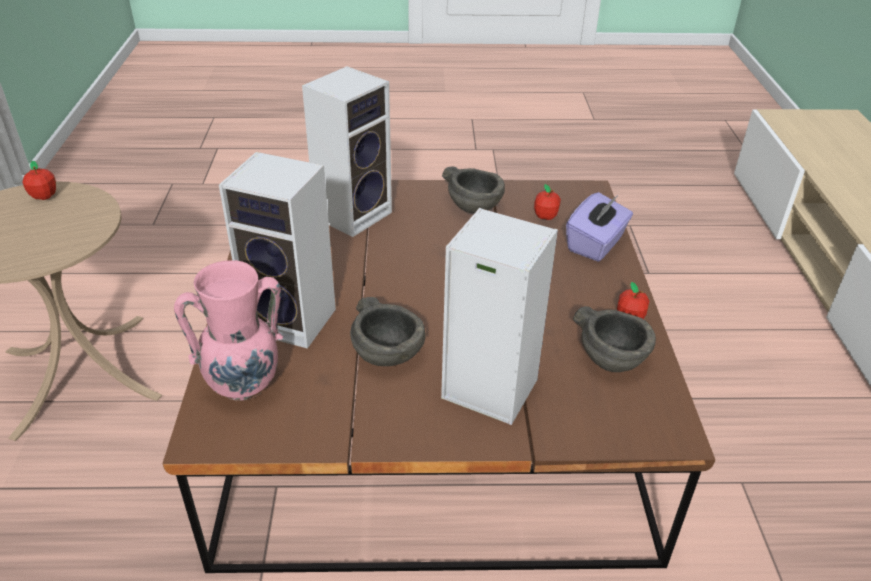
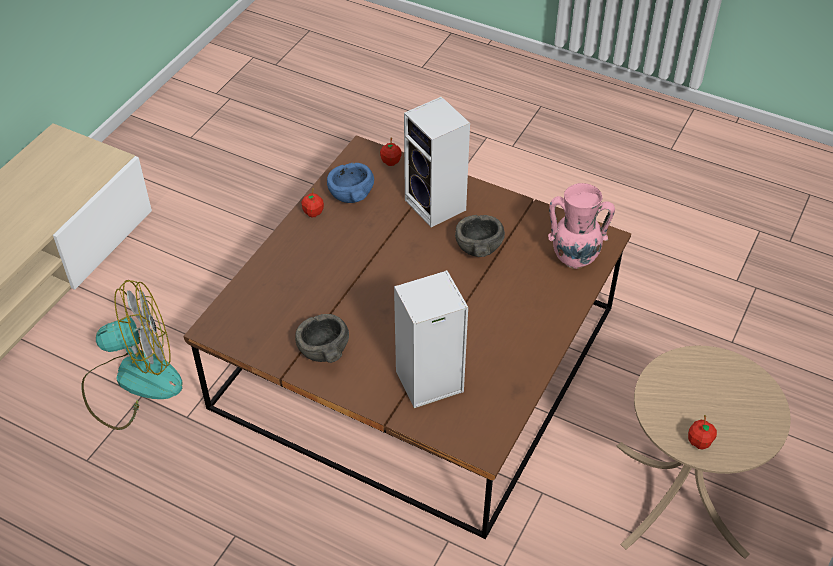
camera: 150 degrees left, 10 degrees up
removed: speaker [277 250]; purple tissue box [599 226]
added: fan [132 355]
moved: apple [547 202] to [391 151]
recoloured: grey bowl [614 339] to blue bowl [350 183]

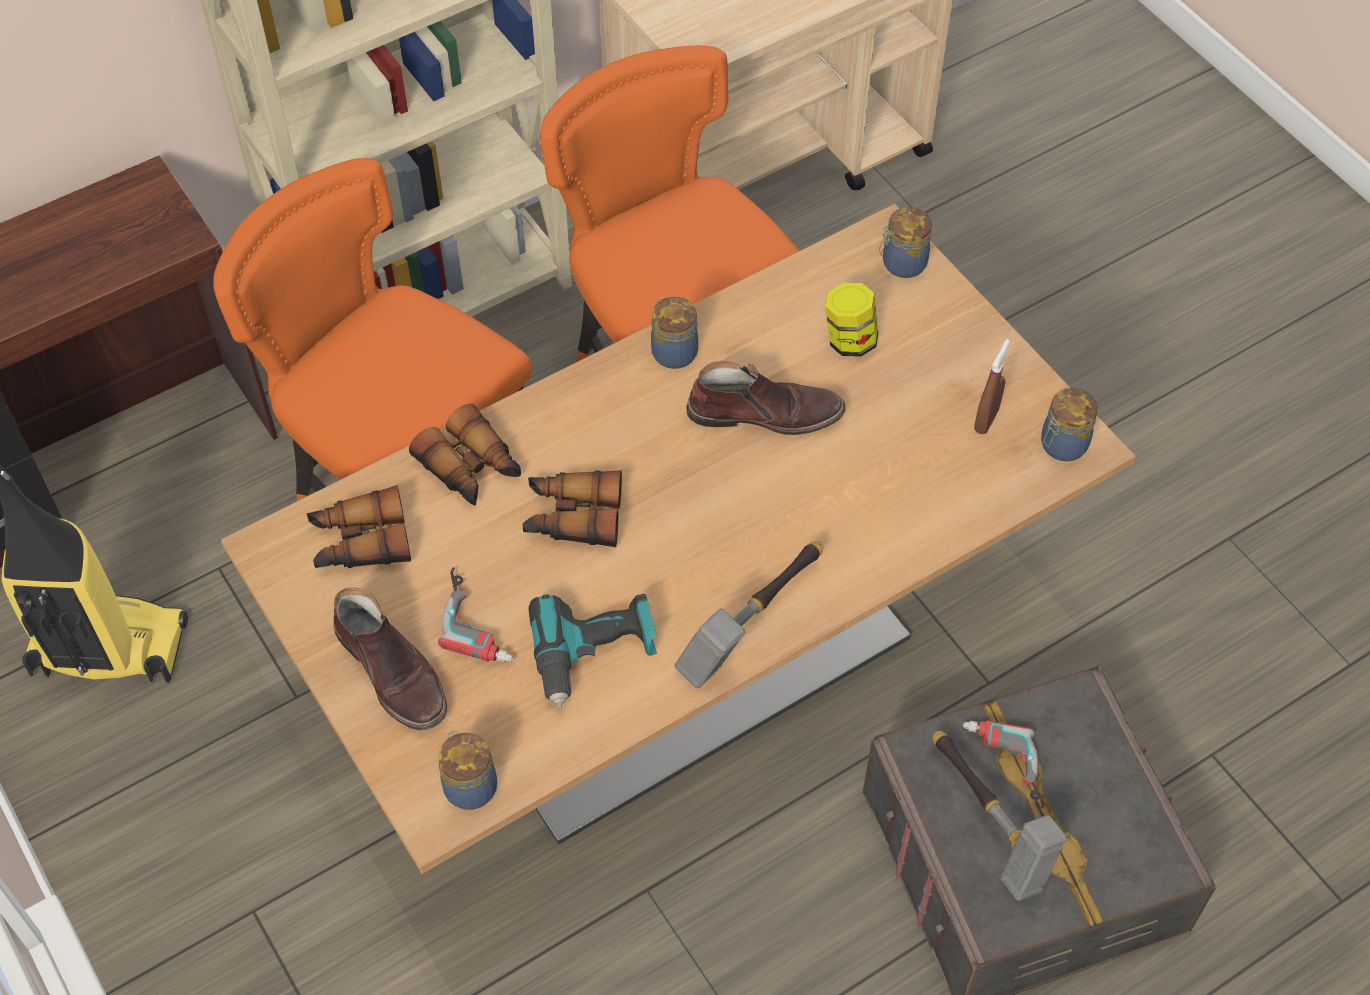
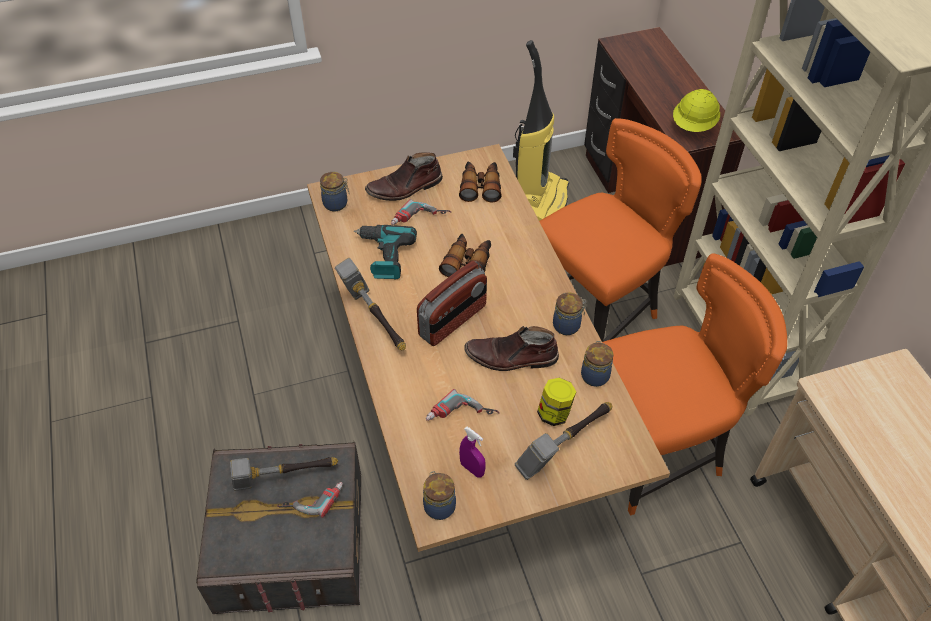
camera: 105 degrees right, 5 degrees down
removed: binoculars [465 454]
added: radio [452 303]; power drill [462 405]; hammer [563 441]; yellow hard hat [696 110]
moved: jar [905 242] to [597 364]
recoloured: brown spray bottle [992 386] to purple spray bottle [472 452]
turned: brown boot [766 398] = [511 348] 75 degrees clockwise

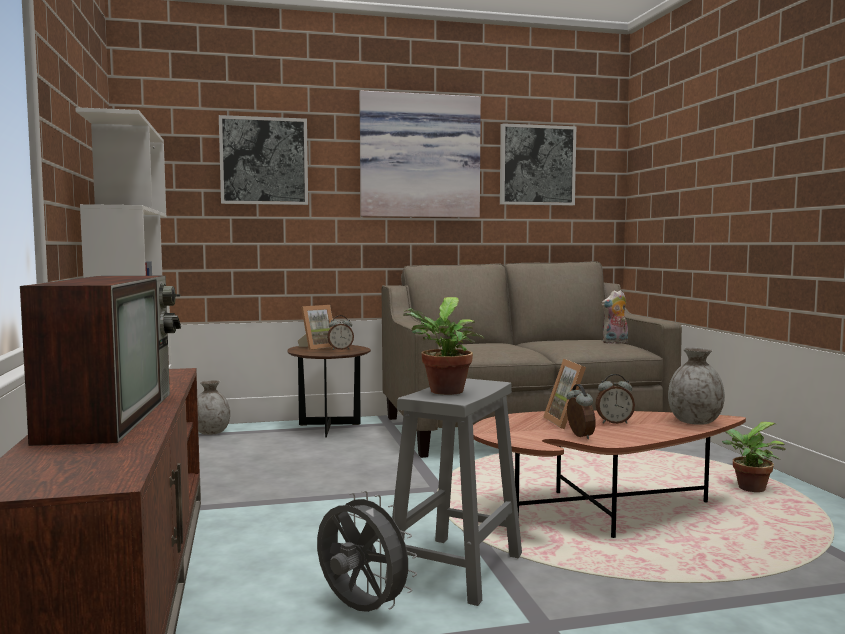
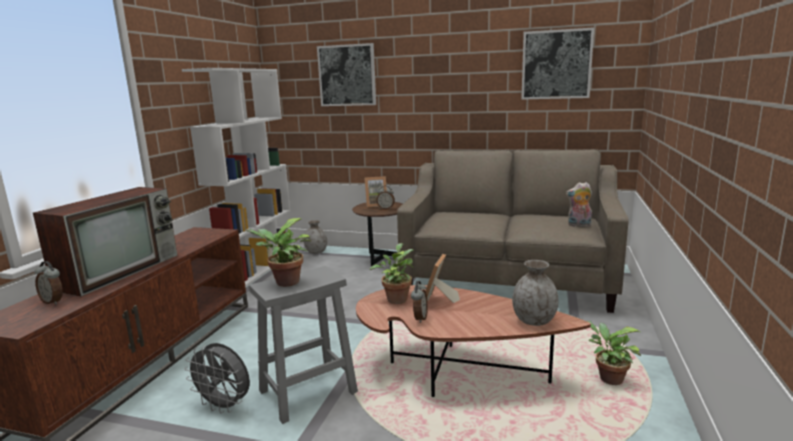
camera: 30 degrees right, 10 degrees up
removed: picture [420 154]
added: potted plant [392 273]
moved: alarm clock [615 399] to [49 283]
turned: grey fan [367 551] = [217 378] 135 degrees clockwise

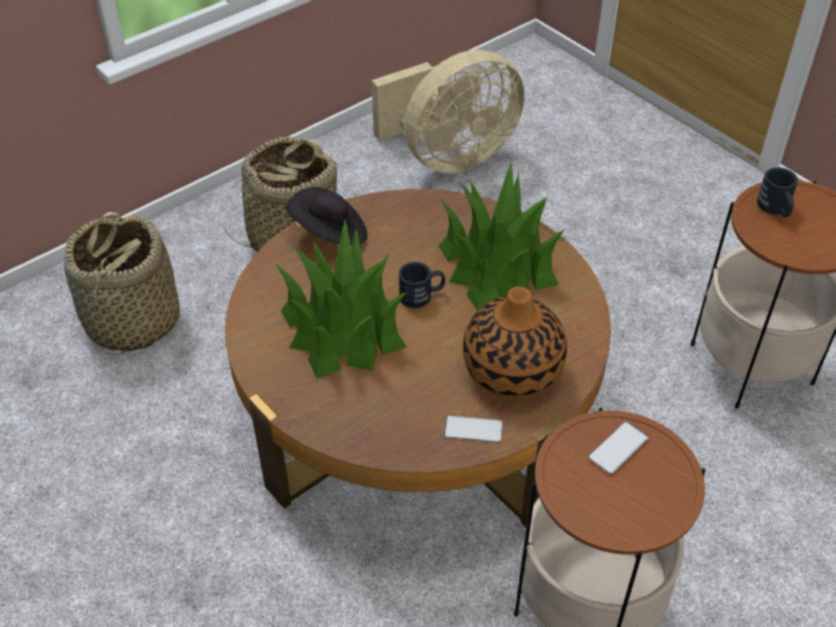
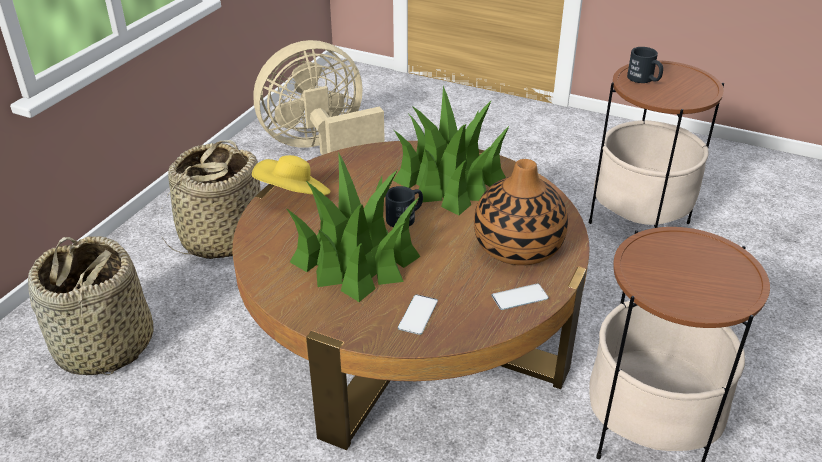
camera: 25 degrees left, 10 degrees down
moved: phone [618 447] to [418 314]
recoloured: black hat [326 216] to yellow hat [291 175]
turned: beige fan [448 111] = [319 97] 150 degrees counterclockwise

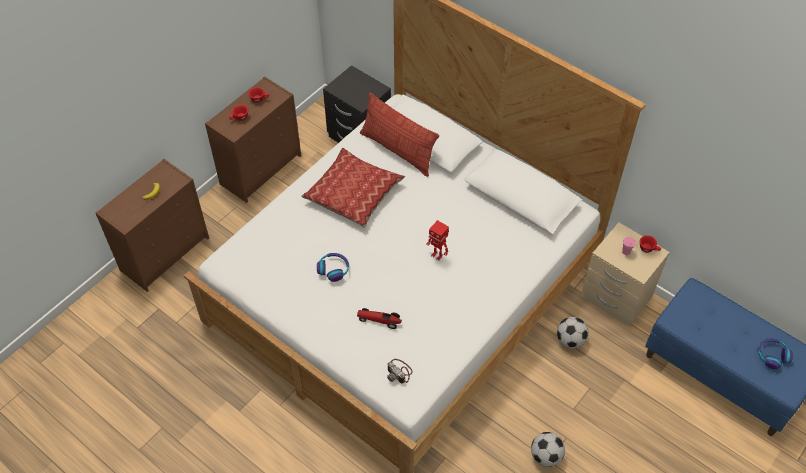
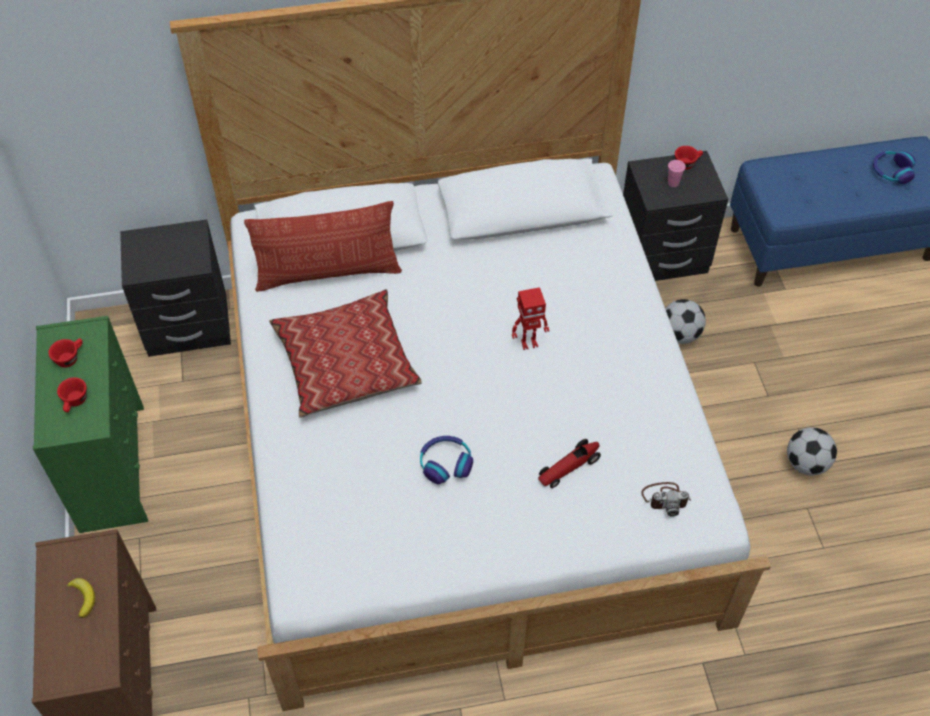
camera: 50 degrees left, 0 degrees up
recoloured: brown dresser [253 139] to green dresser [90 424]; beige nightstand [625 274] to black nightstand [675 216]

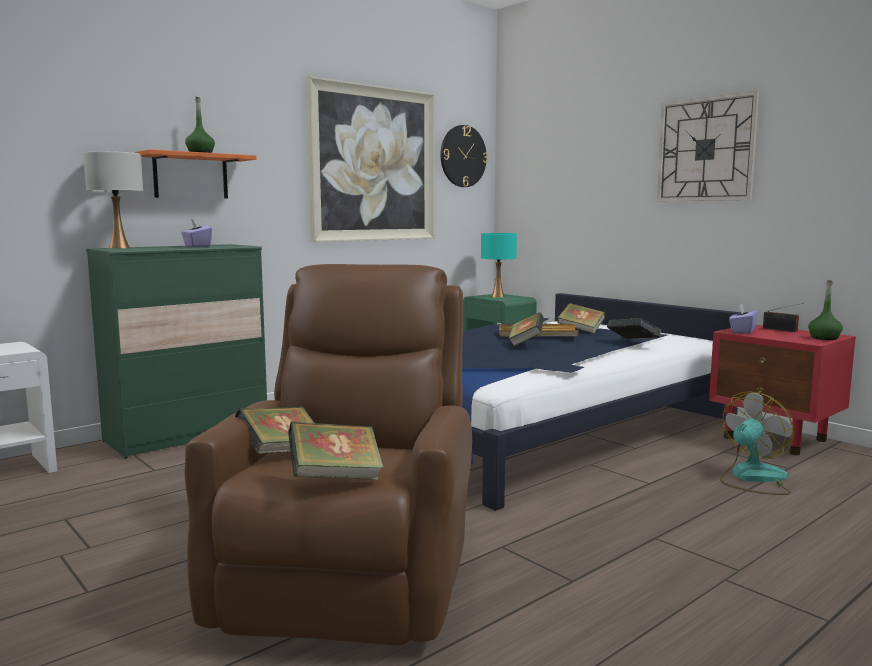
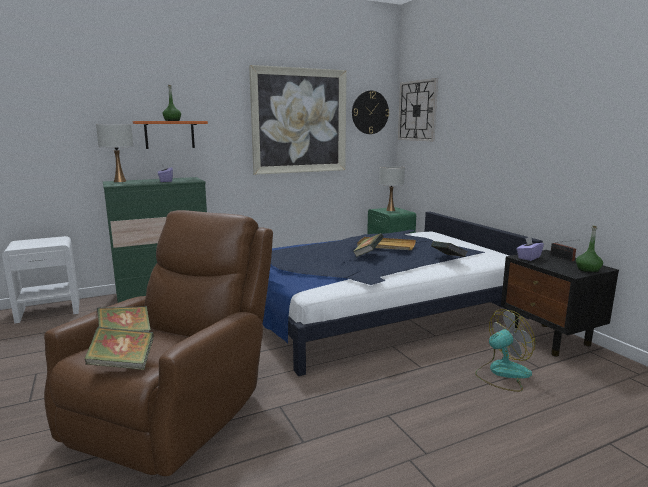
camera: 15 degrees right, 5 degrees up
removed: book [582 318]
moved: wall clock [708 146] to [418 109]
recoloured: turquoise table lamp [499 265] to white table lamp [392 188]; red nightstand [782 390] to black nightstand [560 303]

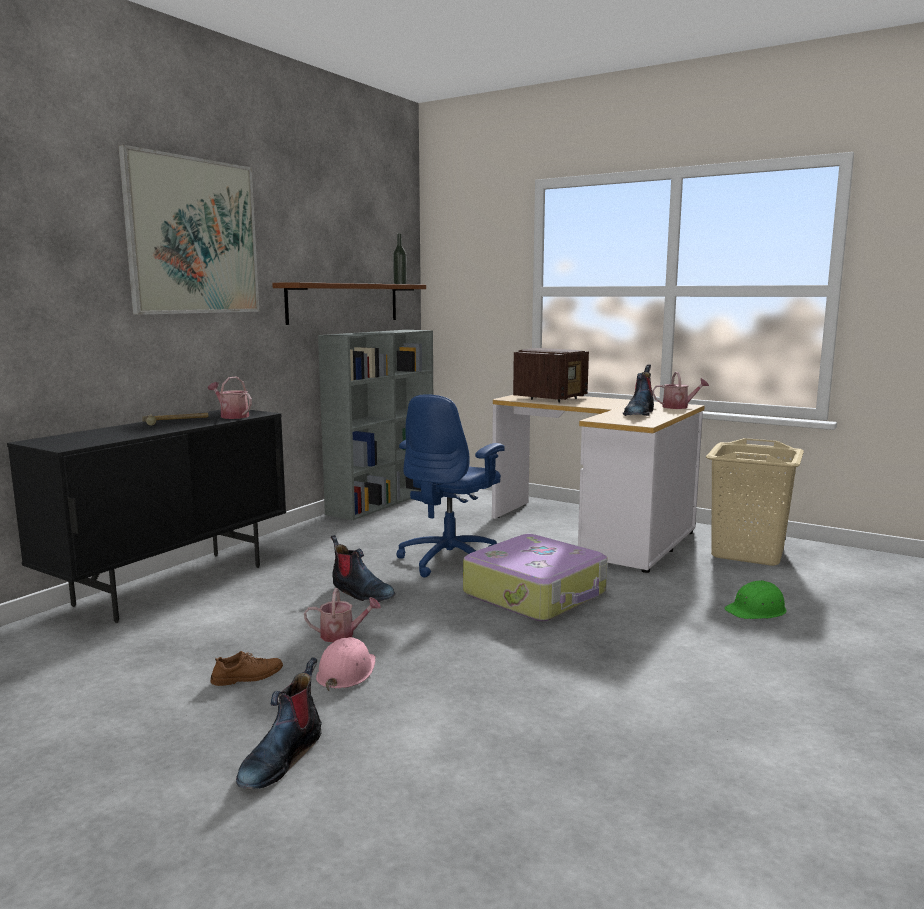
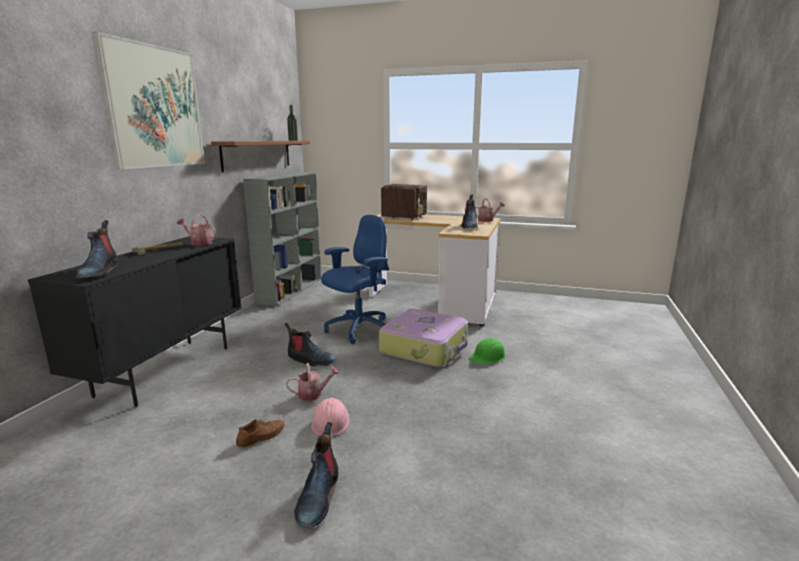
camera: 15 degrees left, 5 degrees up
removed: beige laundry basket [755 502]
added: boot [97 249]
moved: green hard hat [755 599] to [487 351]
turned: blue office chair [450 486] = [355 279] 150 degrees counterclockwise

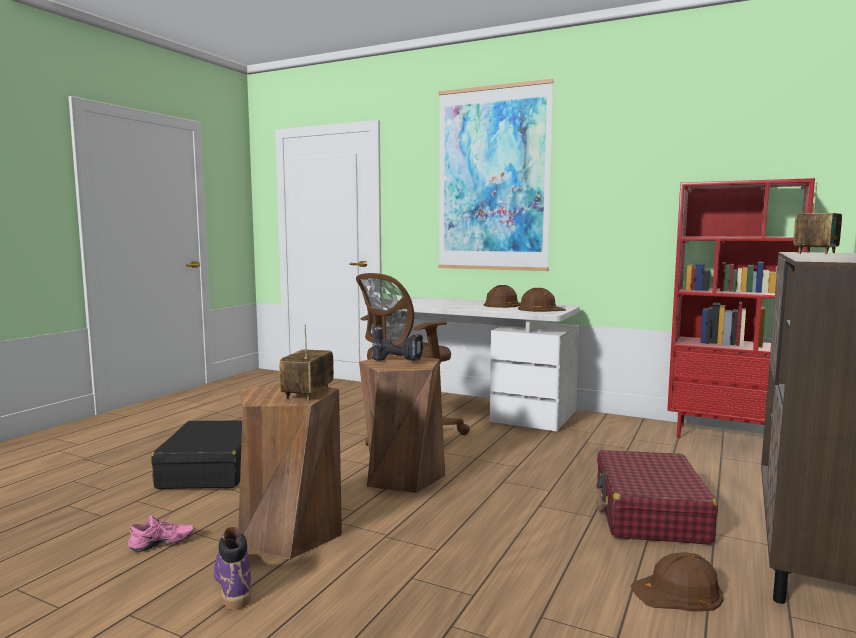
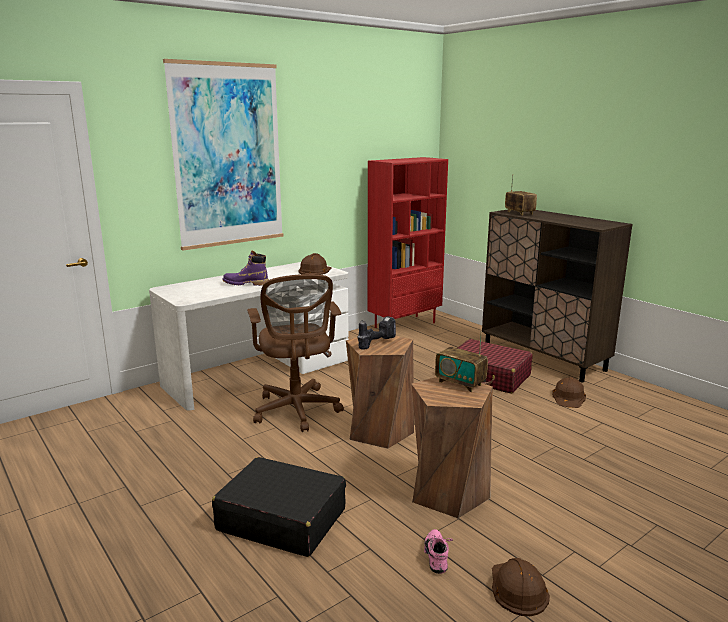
camera: 65 degrees left, 10 degrees up
moved: purple boot [232 568] to [245 268]; brown hard hat [502 296] to [521 587]

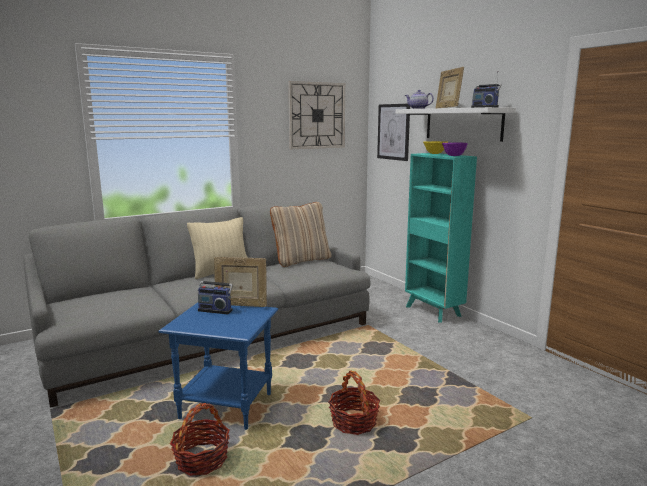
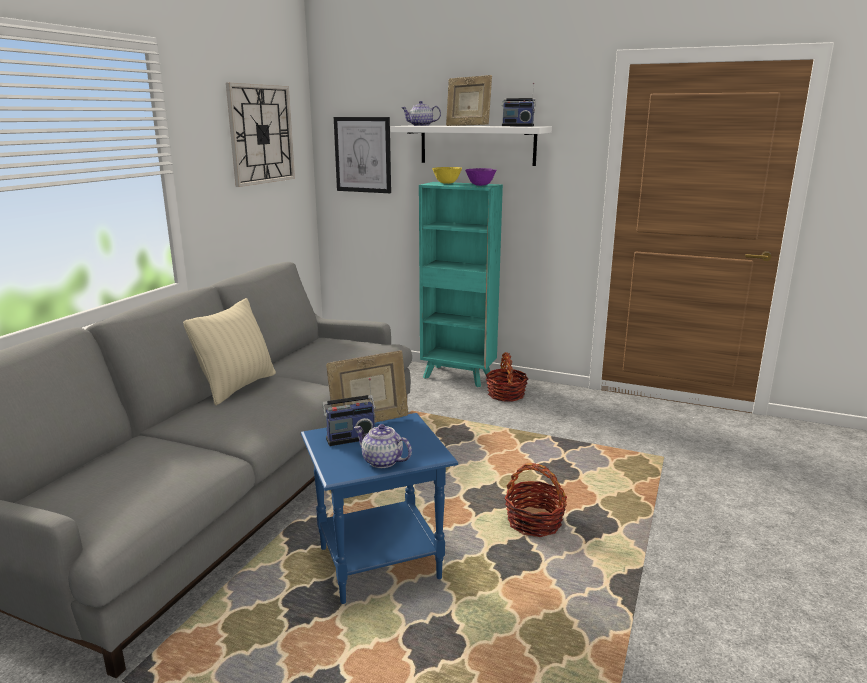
camera: 35 degrees left, 5 degrees up
removed: beige pillow [300 234]
added: teapot [383 446]
moved: basket [200 439] to [507 377]

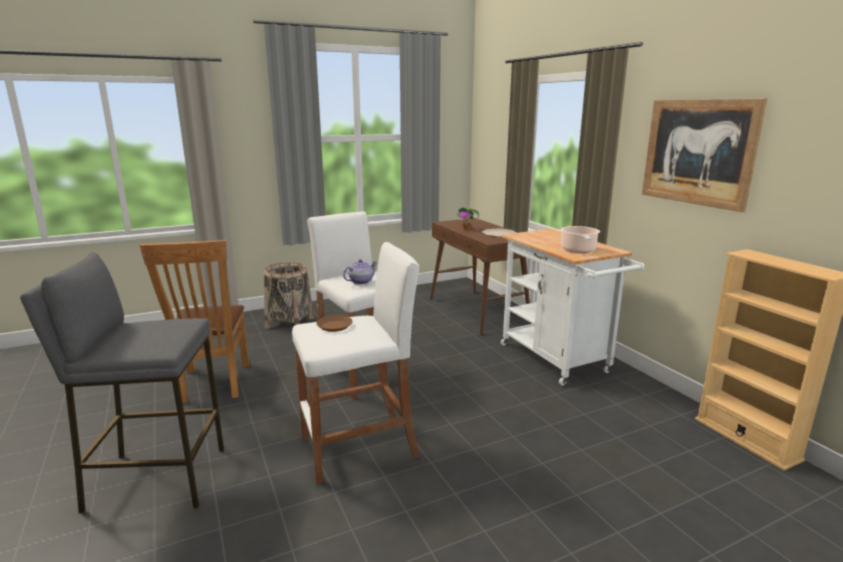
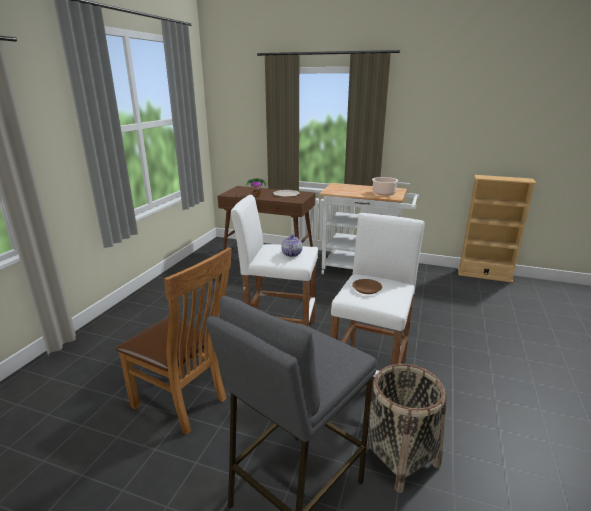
camera: 45 degrees left, 5 degrees up
removed: picture [704 155]
moved: basket [289 295] to [404 428]

